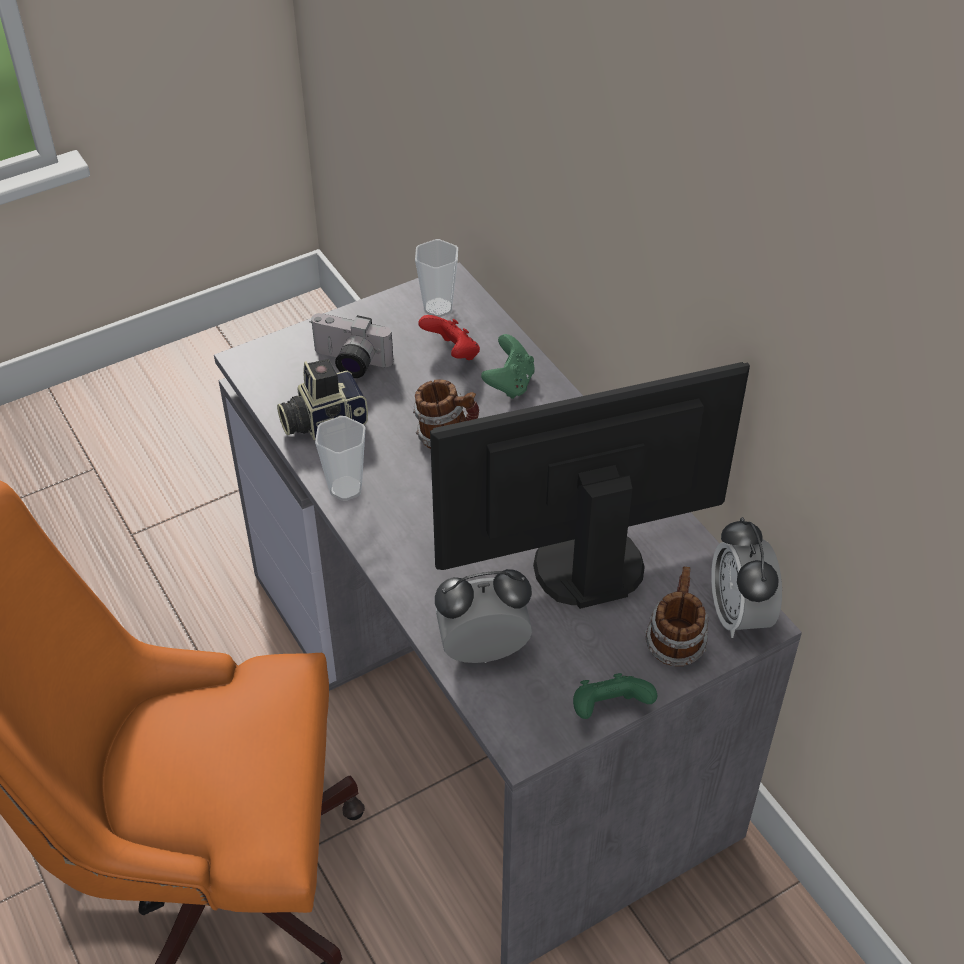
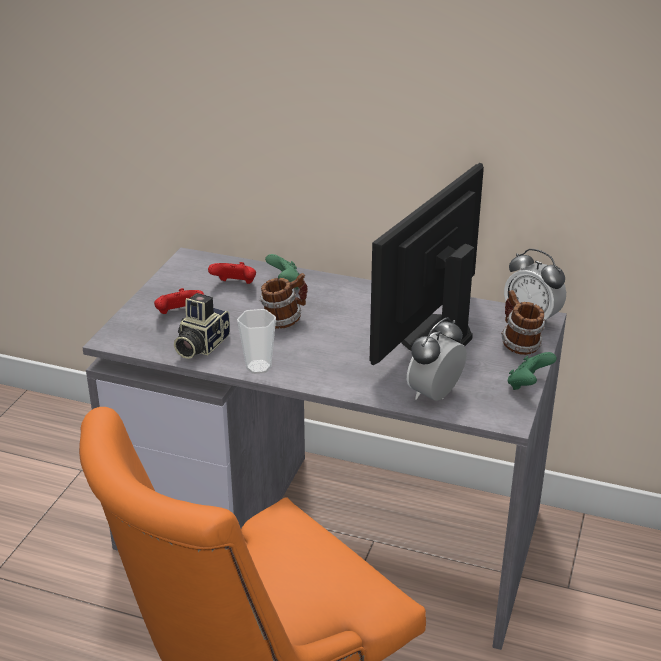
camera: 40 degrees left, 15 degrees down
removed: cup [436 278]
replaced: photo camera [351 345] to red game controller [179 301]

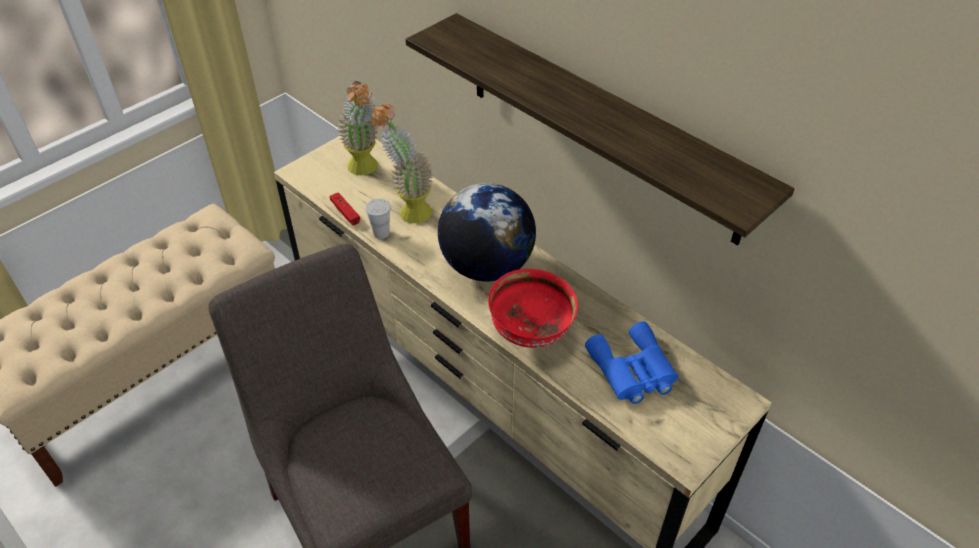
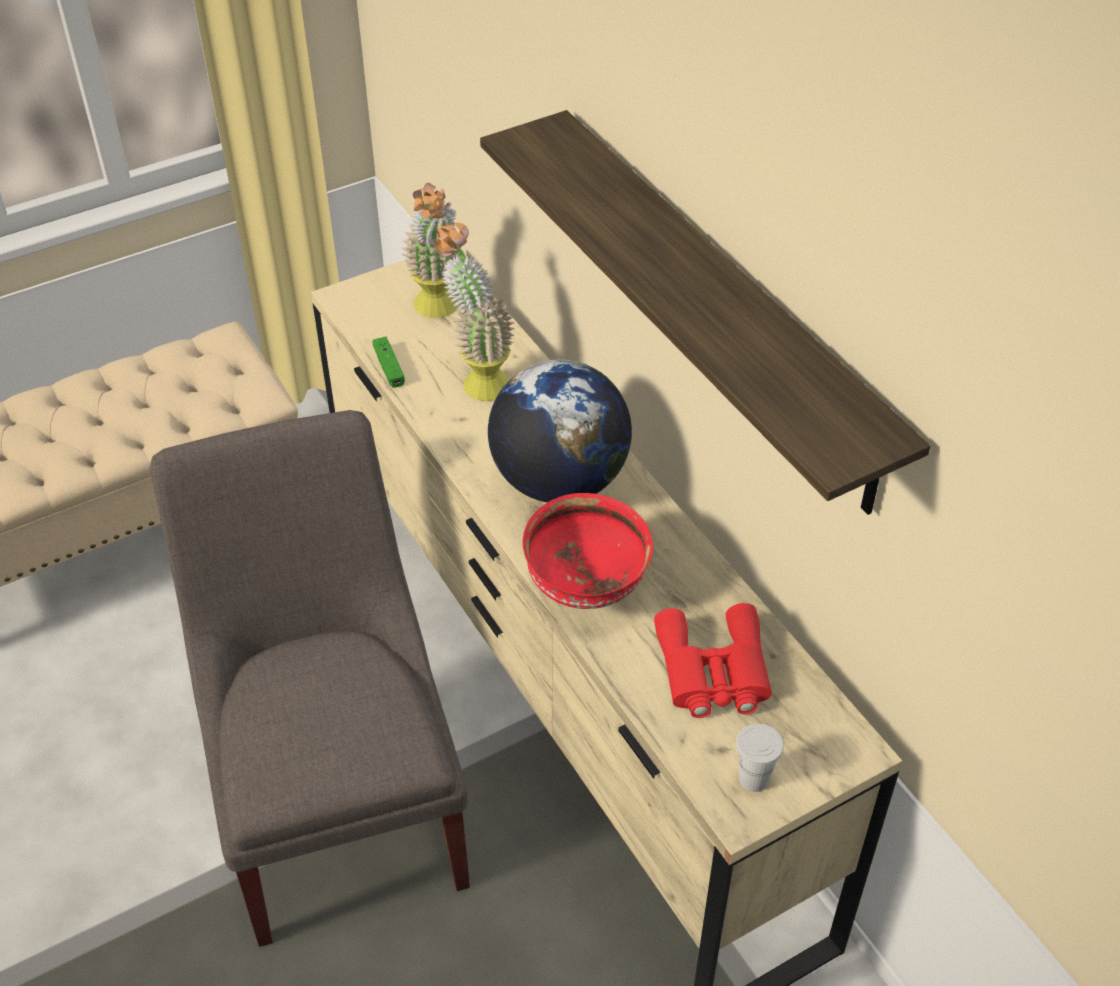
camera: 15 degrees right, 0 degrees up
moved: white cup [378 219] to [760 758]
recoloured: red game controller [345 208] to green game controller [388 362]; blue binoculars [631 362] to red binoculars [713 660]

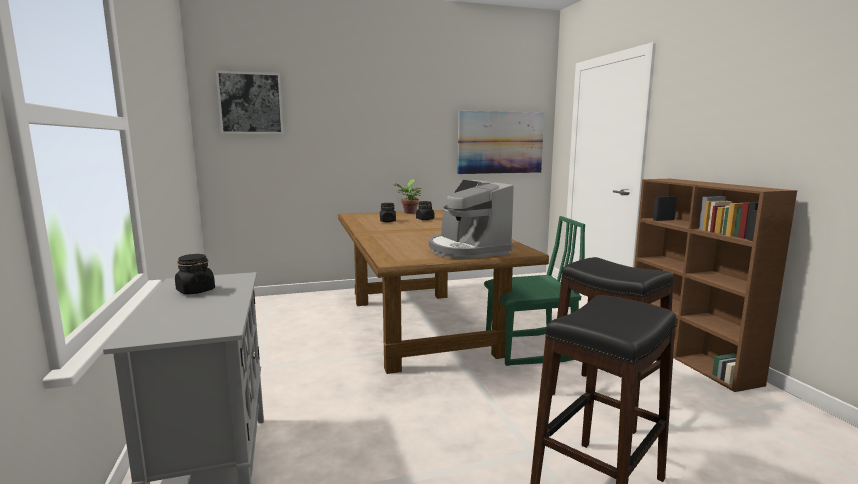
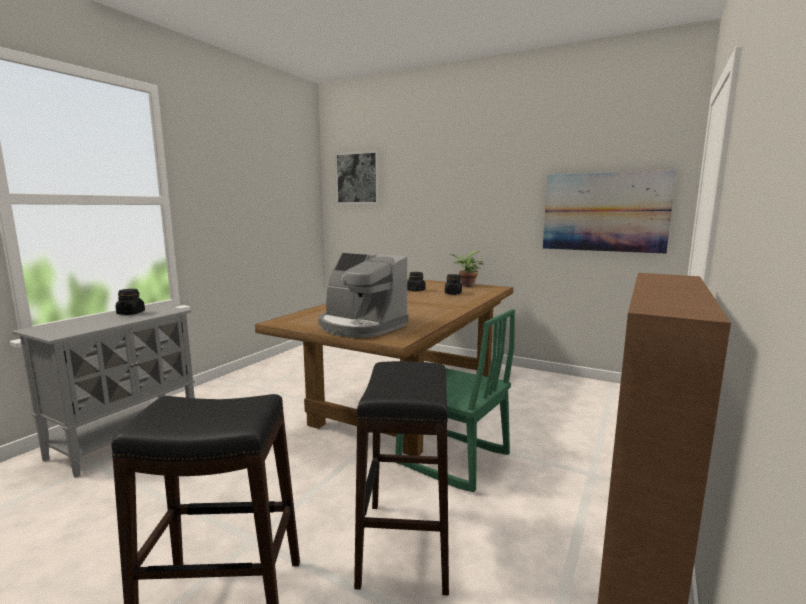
camera: 45 degrees right, 0 degrees up
turned: coffee machine [471 219] = [363 295] 75 degrees counterclockwise

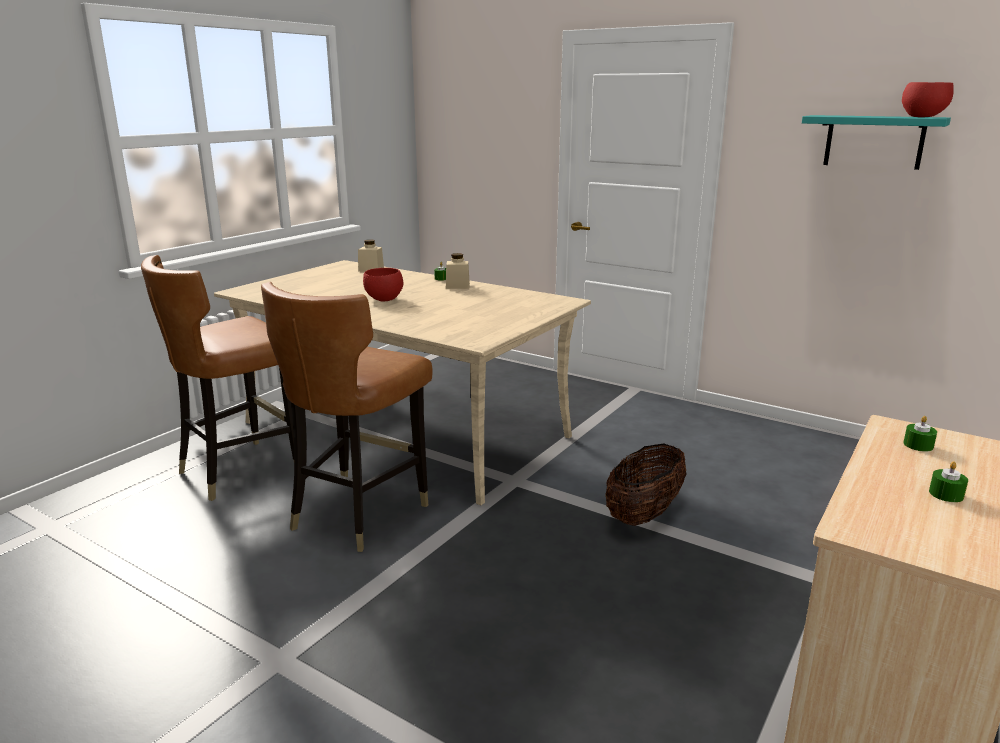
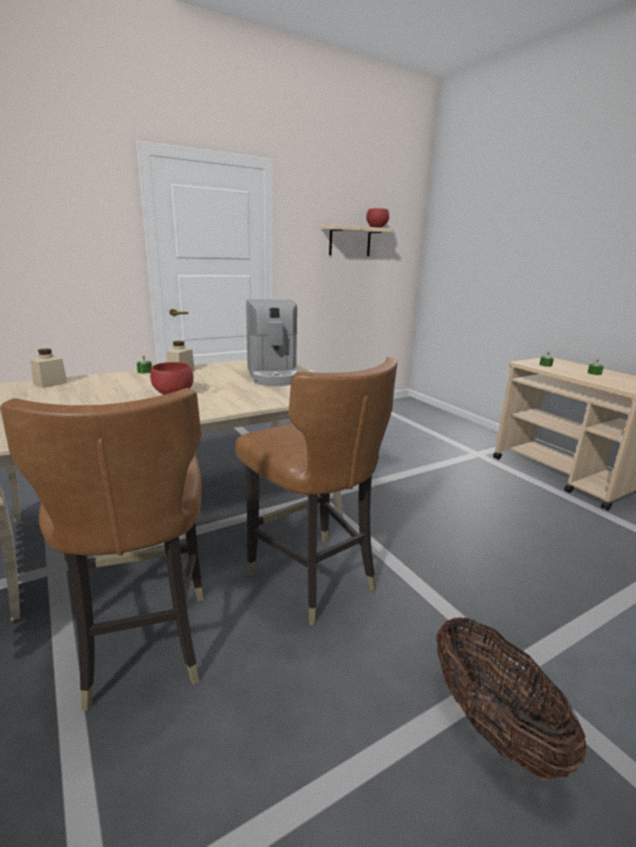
camera: 65 degrees left, 0 degrees up
added: coffee machine [273 342]
moved: basket [645 485] to [511 699]
recoloured: turquoise shelf [876 142] to beige shelf [357 240]

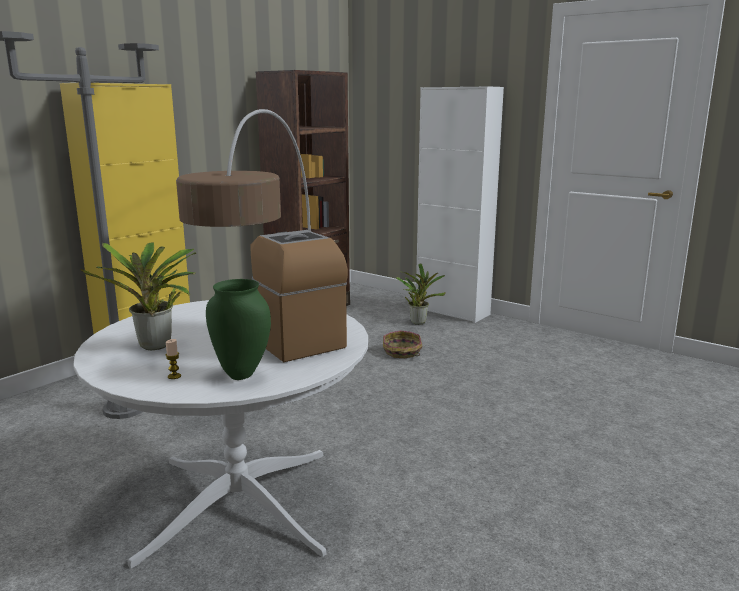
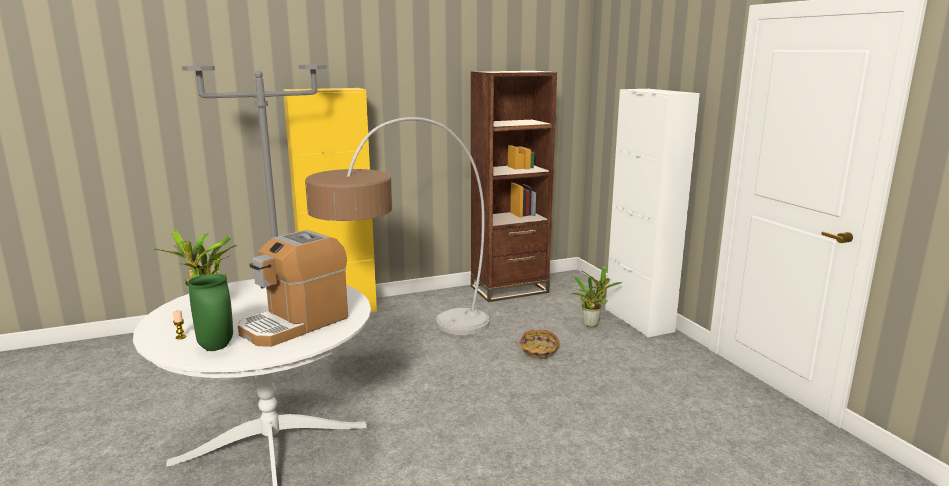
camera: 30 degrees right, 0 degrees up
turned: coffee machine [299 296] = [293 288] 135 degrees counterclockwise

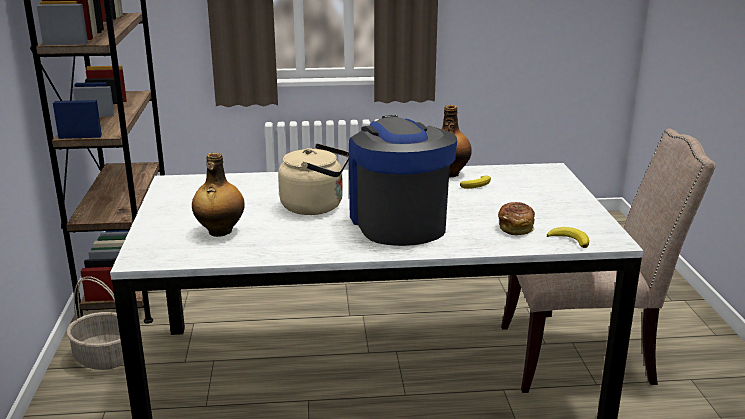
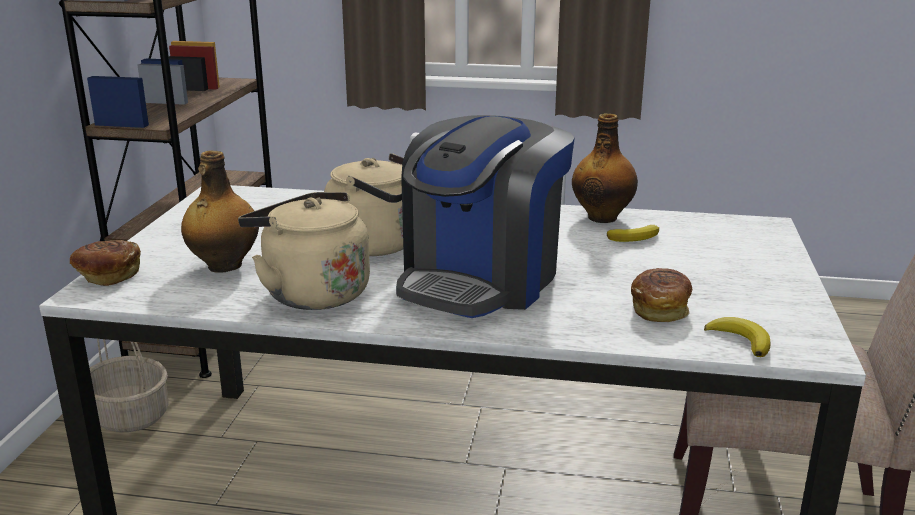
camera: 15 degrees right, 0 degrees up
added: bread [105 263]; beige kettle [304 251]
turned: coffee machine [403 180] = [485 216] 150 degrees counterclockwise

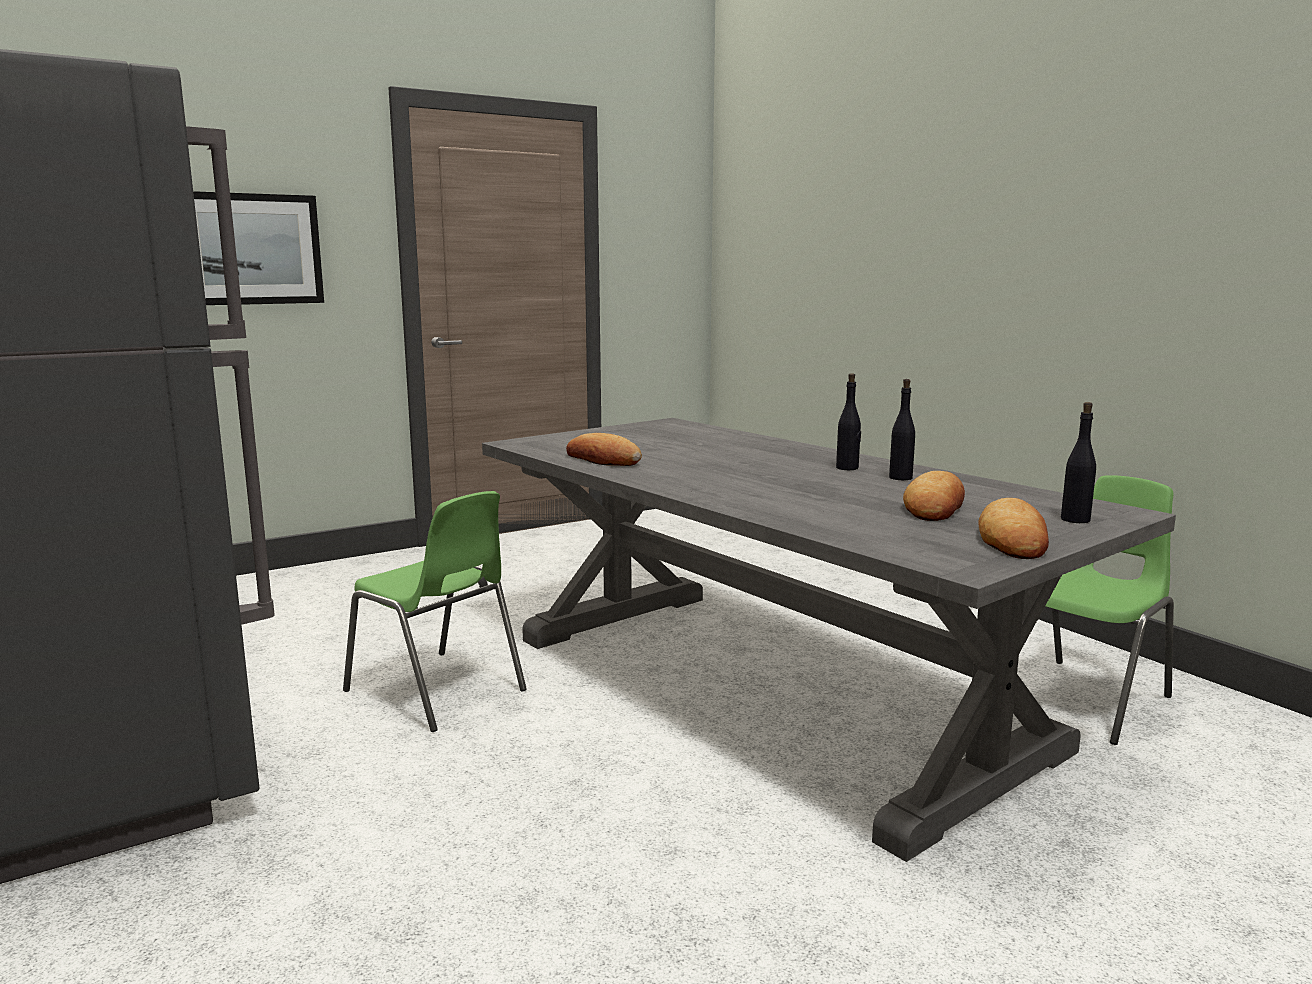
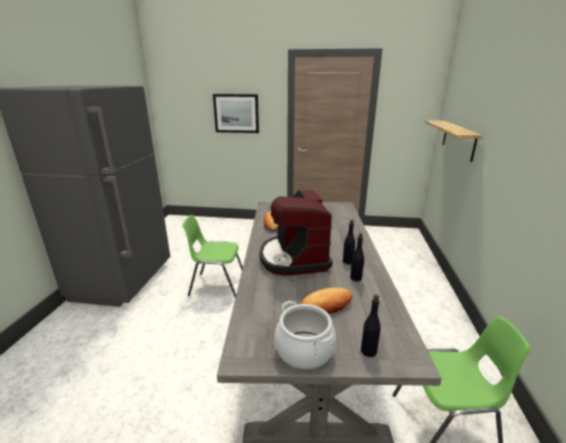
camera: 40 degrees right, 10 degrees up
added: coffee machine [295 233]; shelf [454 141]
replaced: bread [1013 528] to cooking pot [305 335]
turned: green chair [435 611] = [213 256] 105 degrees clockwise

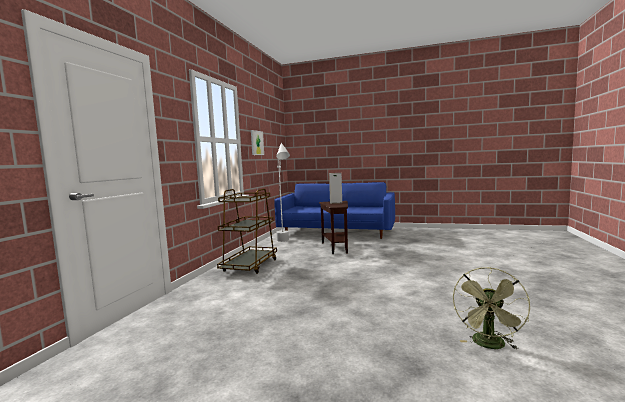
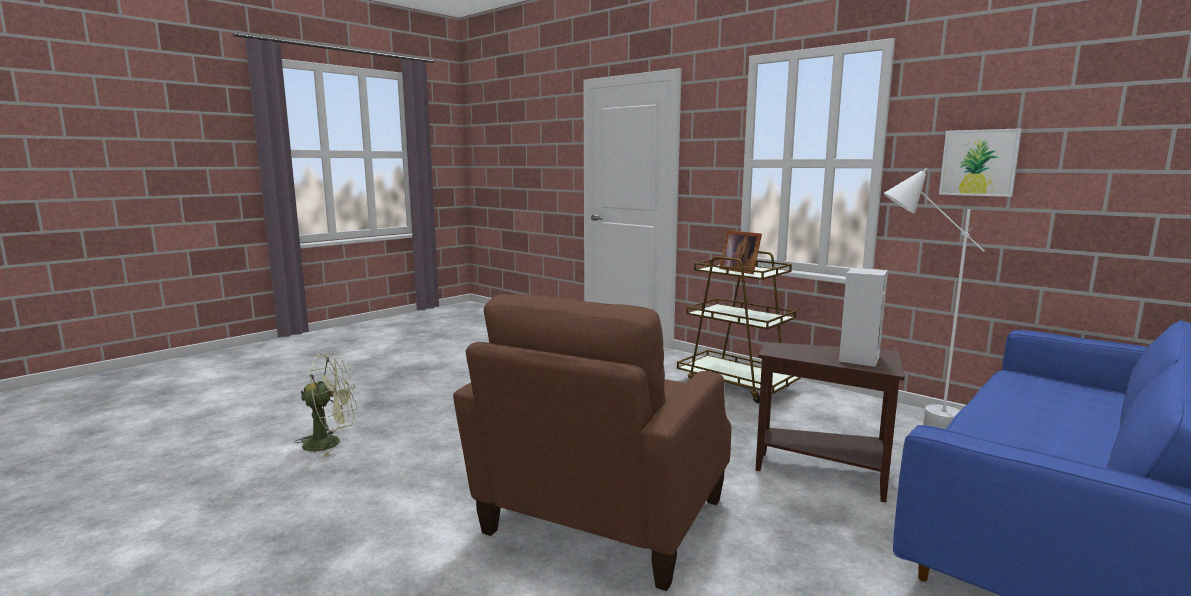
camera: 115 degrees right, 5 degrees up
added: brown armchair [592 442]; picture frame [740 252]
turned: green fan [491 308] = [325 405] 120 degrees clockwise

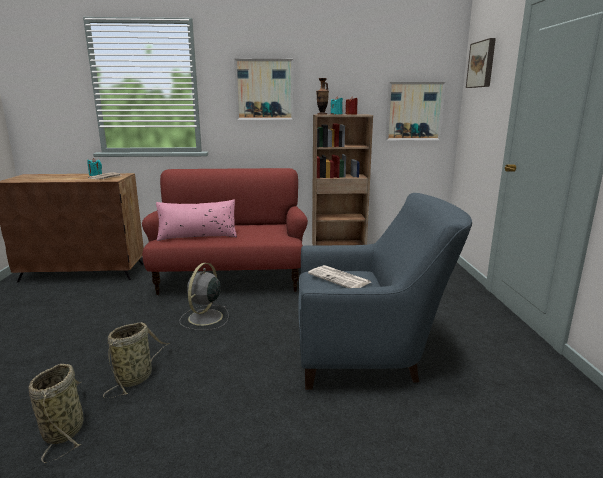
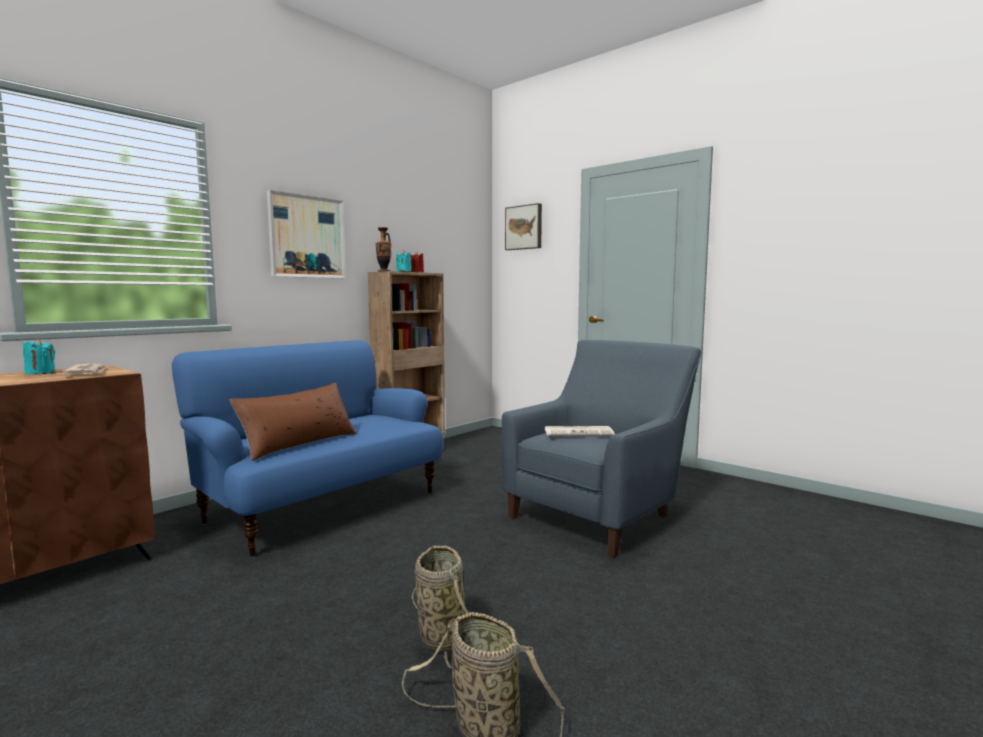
camera: 45 degrees left, 10 degrees down
removed: grey fan [204 296]; picture [415 111]
recoloured: red sofa [225 231] to blue sofa [308 448]; pink pillow [196 220] to brown pillow [293 422]

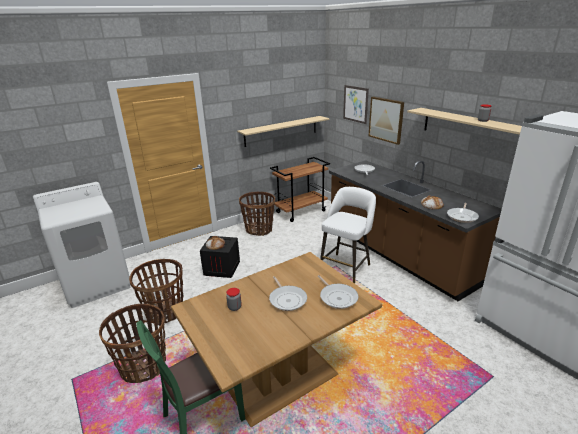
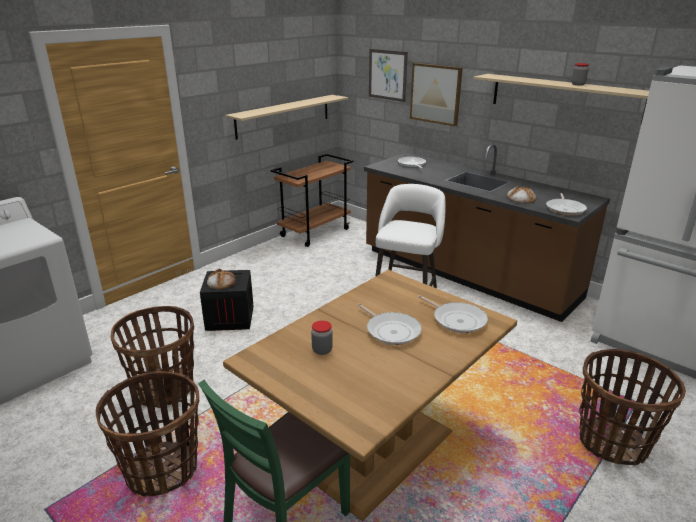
camera: 15 degrees left, 0 degrees up
moved: basket [257 214] to [632 407]

